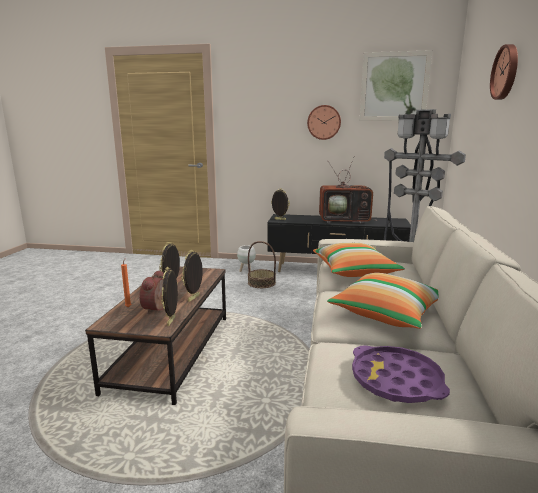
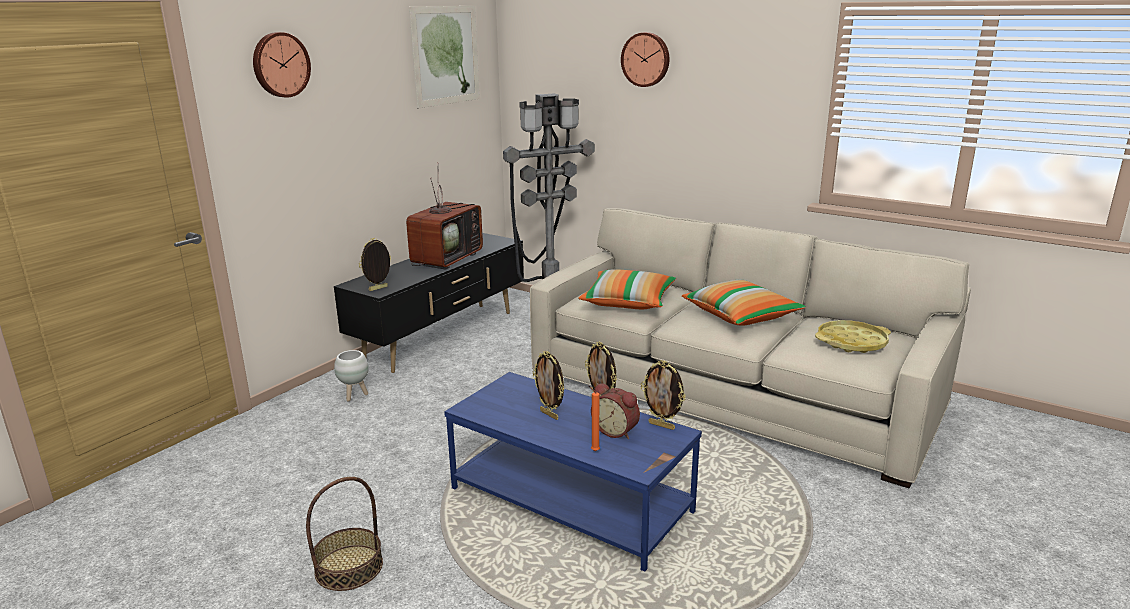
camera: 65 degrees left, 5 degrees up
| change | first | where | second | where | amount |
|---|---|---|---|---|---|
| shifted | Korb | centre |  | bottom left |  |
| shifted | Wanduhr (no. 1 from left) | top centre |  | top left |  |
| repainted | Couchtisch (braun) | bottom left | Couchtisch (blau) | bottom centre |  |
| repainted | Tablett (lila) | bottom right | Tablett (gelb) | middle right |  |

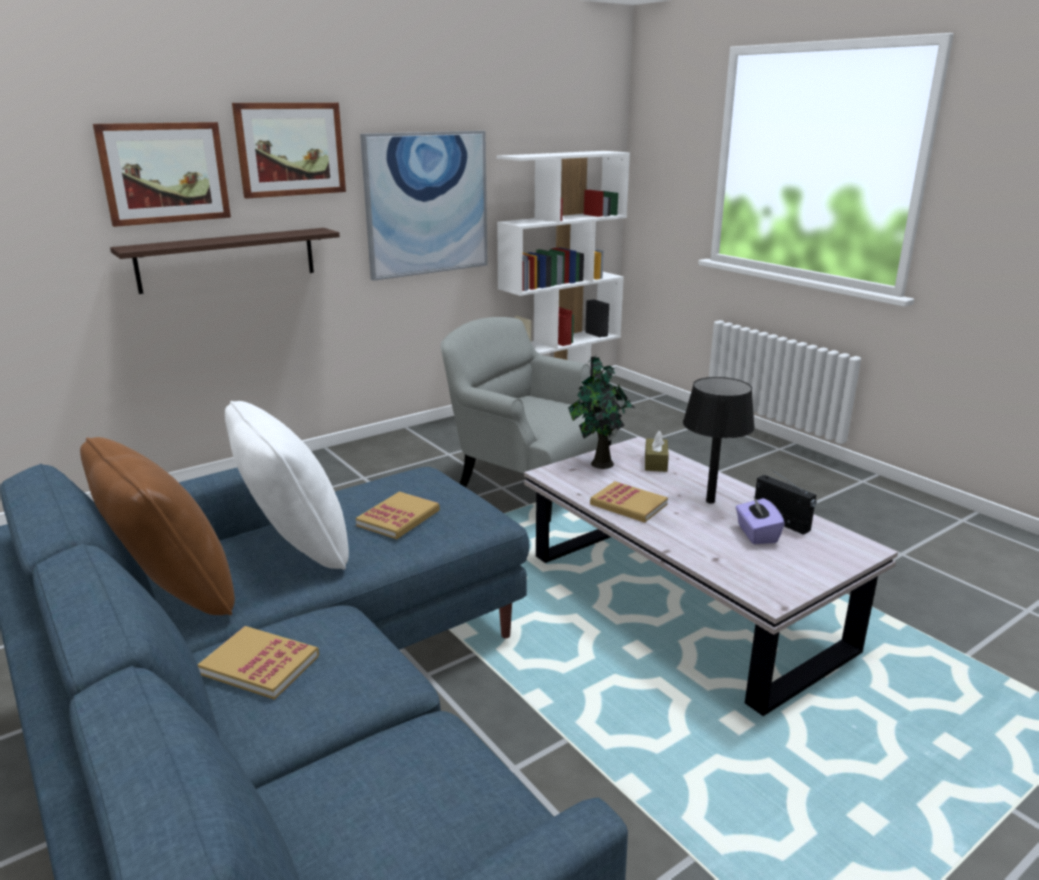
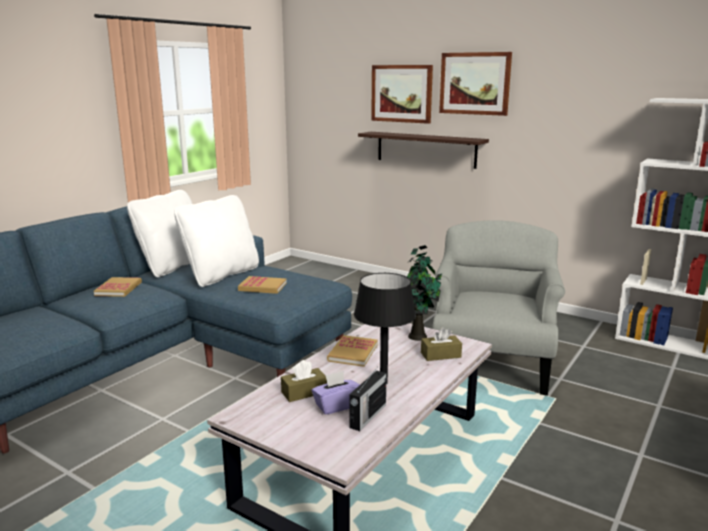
camera: 70 degrees right, 5 degrees down
| change | first | where | second | where | amount |
|---|---|---|---|---|---|
| gone | Bild (no. 3 from left) | top centre |  |  |  |
| new |  |  | Taschentuchbox (braun) (no. 1 from left) | bottom centre |  |
| repainted | Kissen (braun) | middle left | Kissen (weiß) (no. 1 from left) | middle left |  |

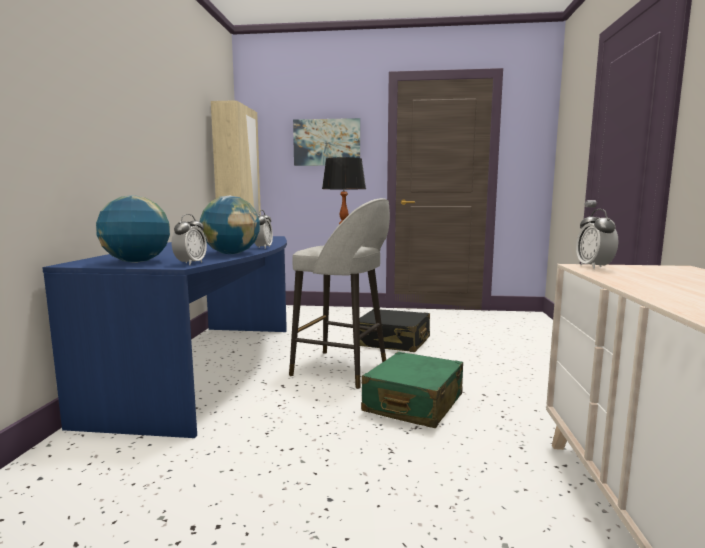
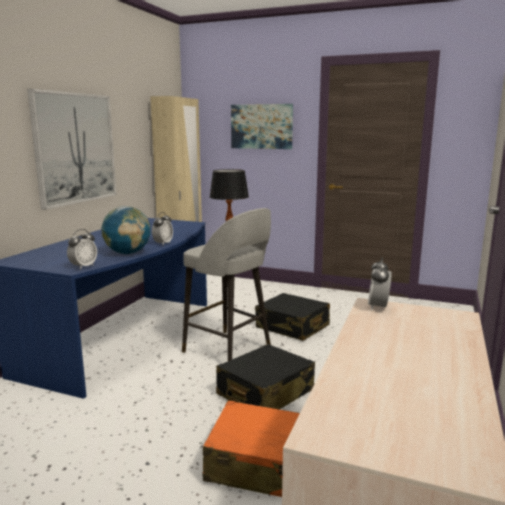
camera: 15 degrees right, 5 degrees up
| change | first | where | second | where | amount |
|---|---|---|---|---|---|
| gone | Globus (no. 1 from left) | middle left |  |  |  |
| new |  |  | Bild (no. 1 from left) | top left |  |
| new |  |  | Koffer (orange) | bottom centre |  |
| repainted | Koffer (grün) | bottom centre | Koffer (schwarz) (no. 1 from left) | bottom centre |  |

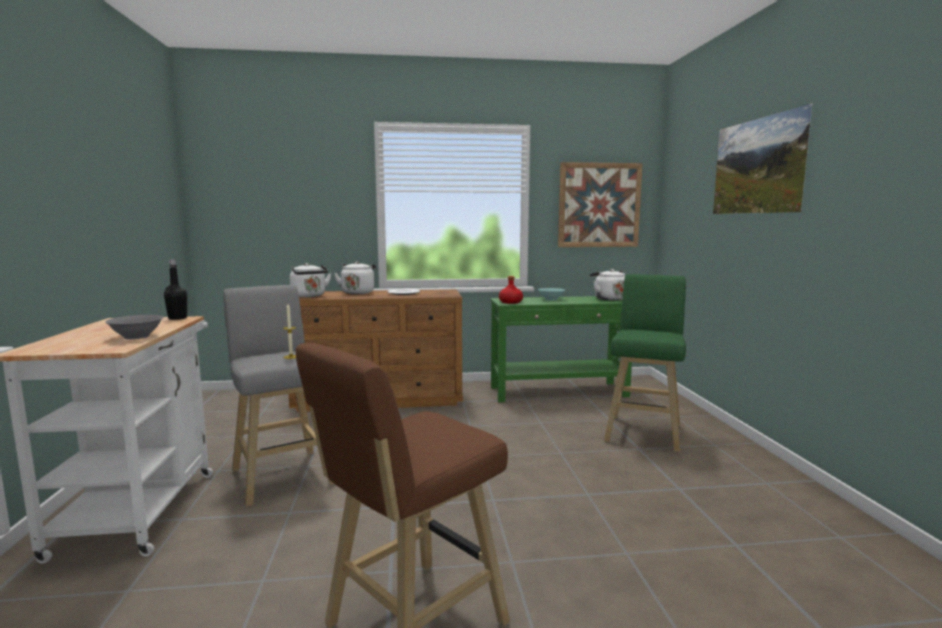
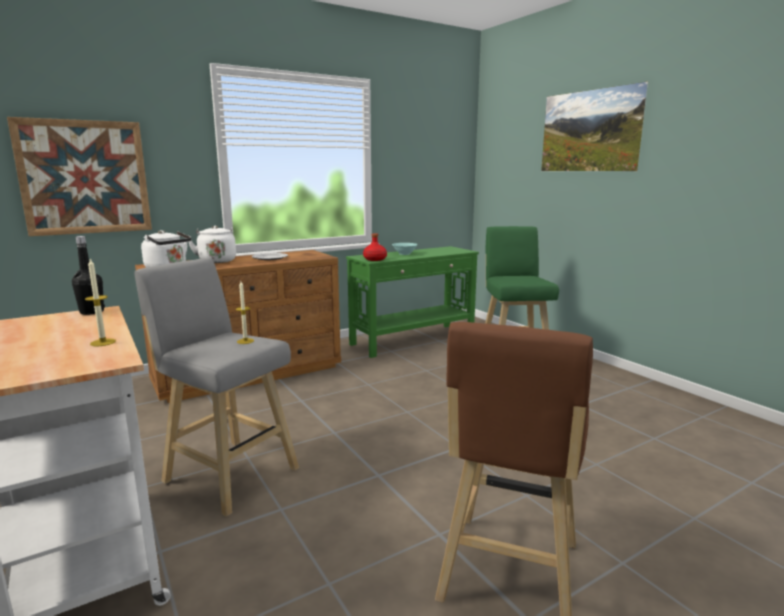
camera: 25 degrees left, 5 degrees up
| change | first | where | second | where | amount |
|---|---|---|---|---|---|
| gone | Wasserkessel (weiß) (no. 3 from left) | centre |  |  |  |
| shifted | Bild (no. 1 from left) | top centre |  | top left |  |
| swapped | Schüssel (grau) | middle left | Kerze (no. 1 from left) | middle left |  |

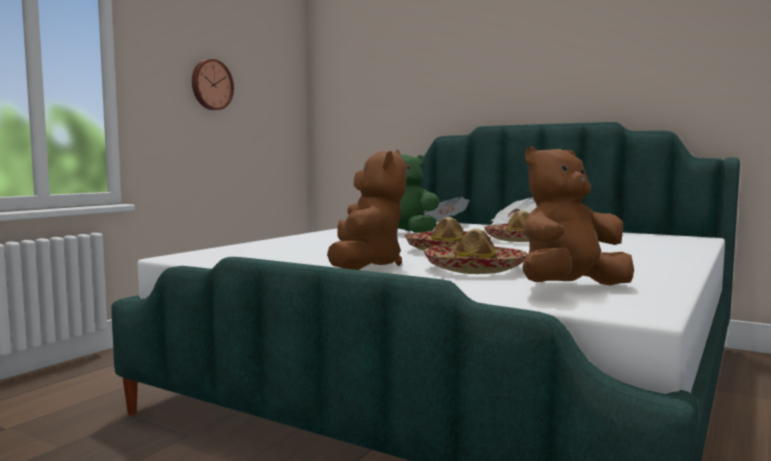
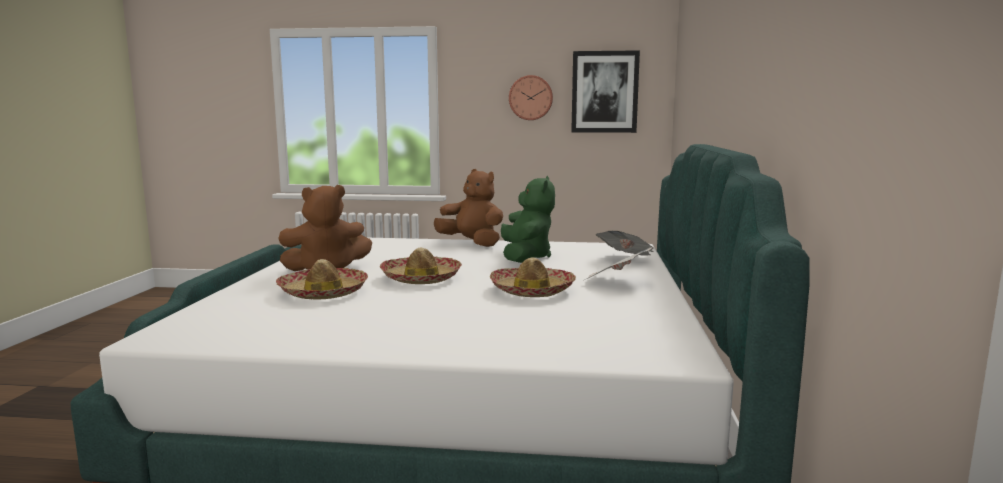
camera: 65 degrees right, 5 degrees up
| change | first | where | second | where | amount |
|---|---|---|---|---|---|
| new |  |  | Bild | top centre |  |
| shifted | Plüschtier (braun) (no. 2 from left) | middle right |  | centre |  |

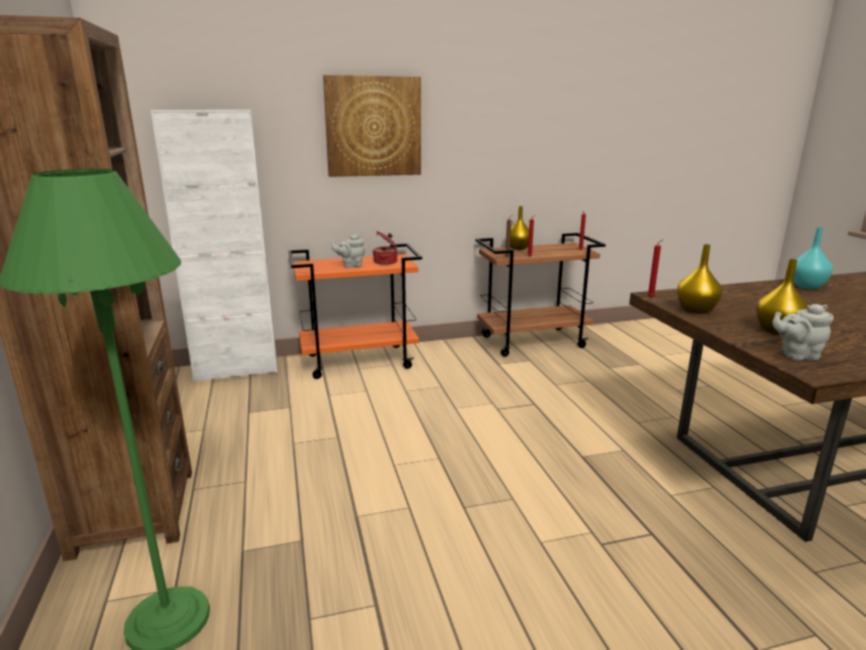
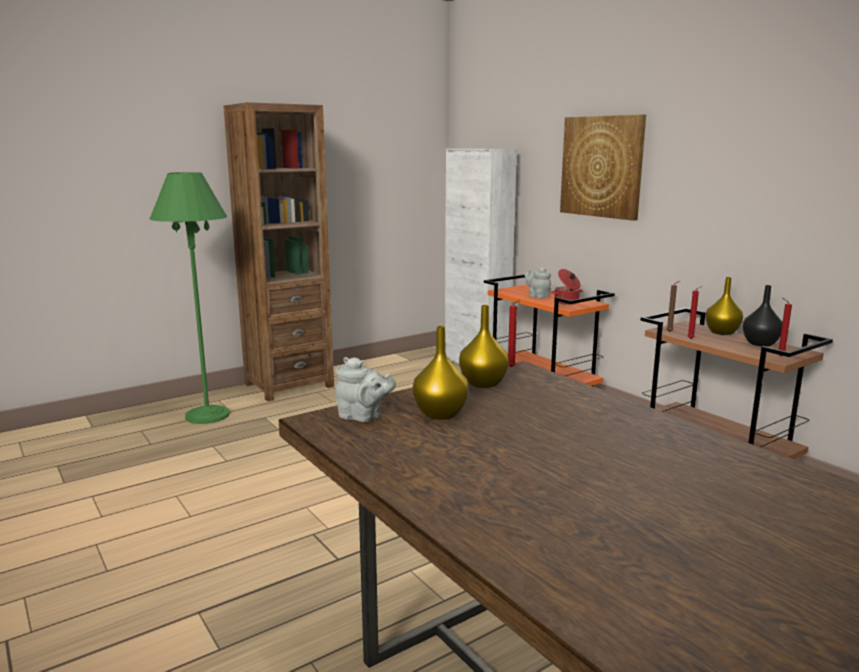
camera: 70 degrees right, 5 degrees down
| change | first | where | second | where | amount |
|---|---|---|---|---|---|
| gone | Vase (türkis) | middle right |  |  |  |
| new |  |  | Vase (schwarz) | middle right |  |
| rotated | Teekanne (grau) (no. 2 from left in the first image) | middle right | Teekanne (grau) (no. 1 from left) | centre | 135 degrees clockwise |

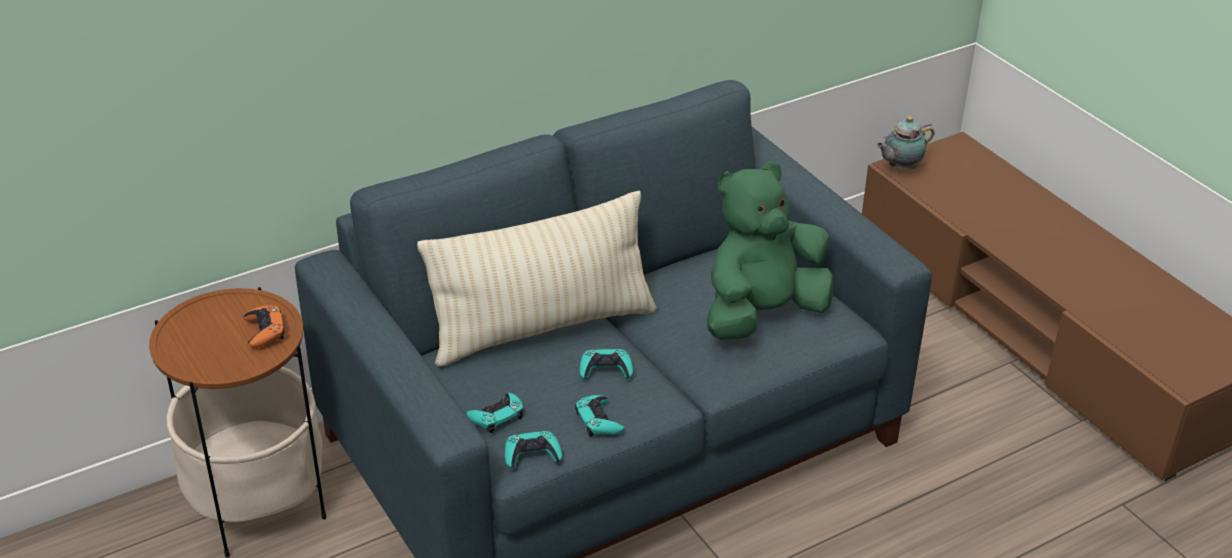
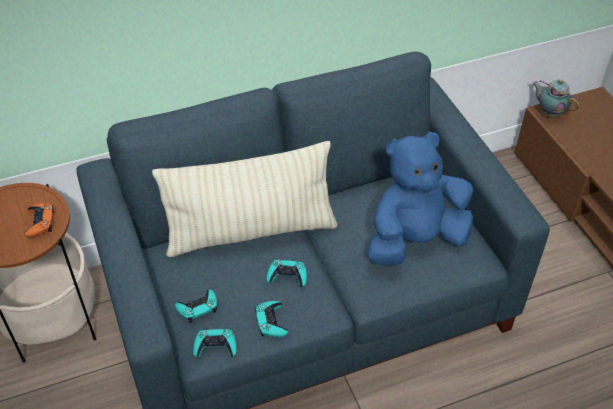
camera: 10 degrees right, 10 degrees up
| change | first | where | second | where | amount |
|---|---|---|---|---|---|
| repainted | Plüschtier (grün) | centre | Plüschtier (blau) | middle right |  |
| rotated | Teekanne | top right |  | top right | 60 degrees clockwise |

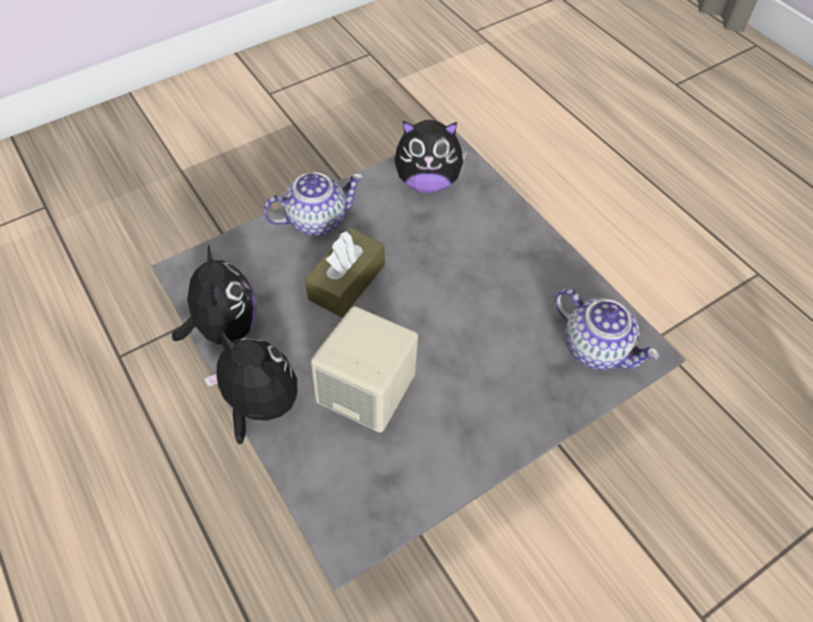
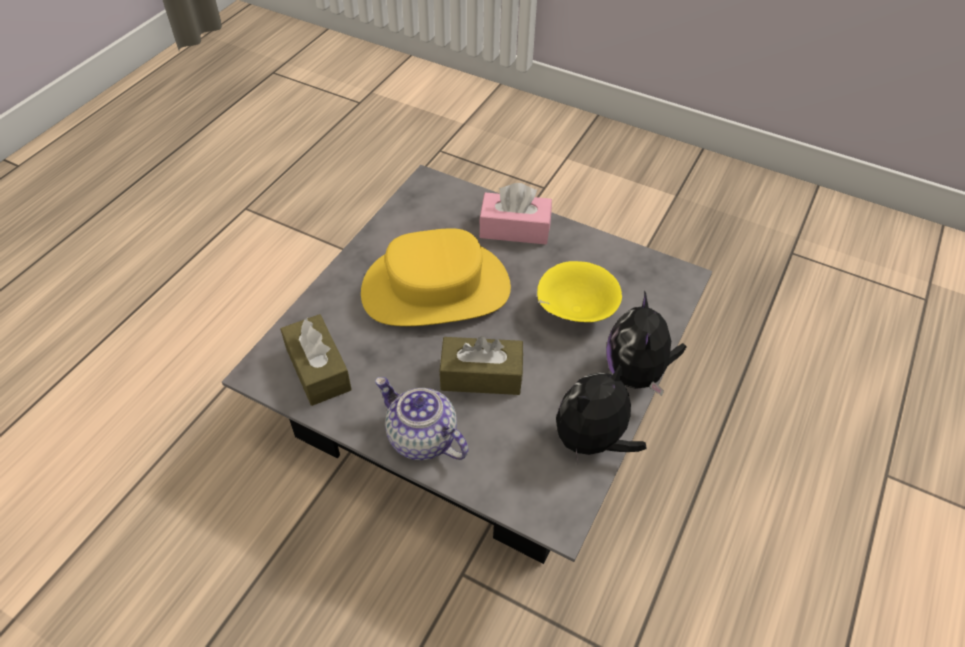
camera: 120 degrees left, 5 degrees down
| change | first | where | second | where | amount |
|---|---|---|---|---|---|
| gone | Teekanne (no. 2 from left) | middle right |  |  |  |
| new |  |  | Hut (gelb) | centre |  |
| new |  |  | Taschentuchbox (rosa) | top centre |  |
| swapped | Lautsprecher (beige) | centre | Schüssel (gelb) | centre |  |
| swapped | Plüschtier (no. 3 from left) | top centre | Taschentuchbox (braun) (no. 1 from left) | middle left |  |

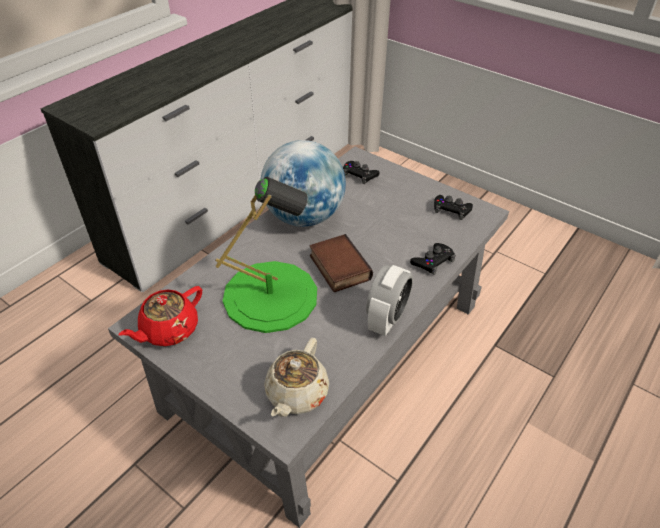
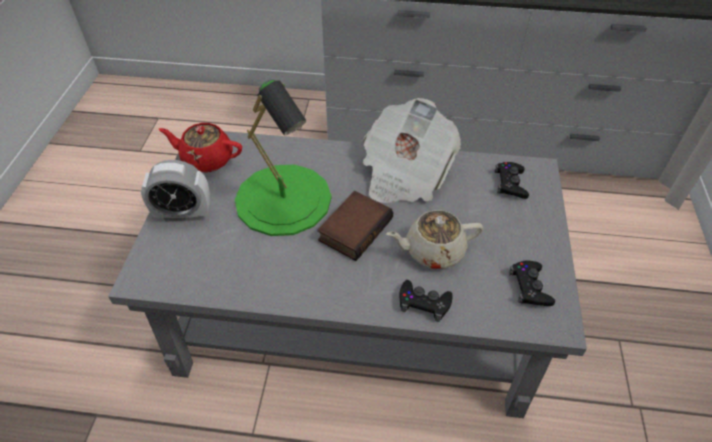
camera: 60 degrees right, 5 degrees up
| change | first | where | second | where | amount |
|---|---|---|---|---|---|
| shifted | Teekanne (beige) | bottom centre |  | centre |  |
| shifted | Wecker | centre |  | middle left |  |
| swapped | Globus | centre | Zeitung | centre |  |

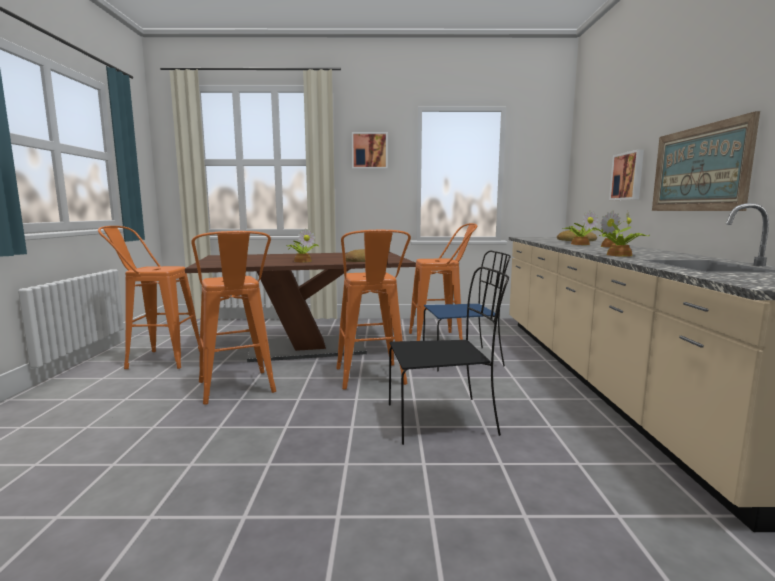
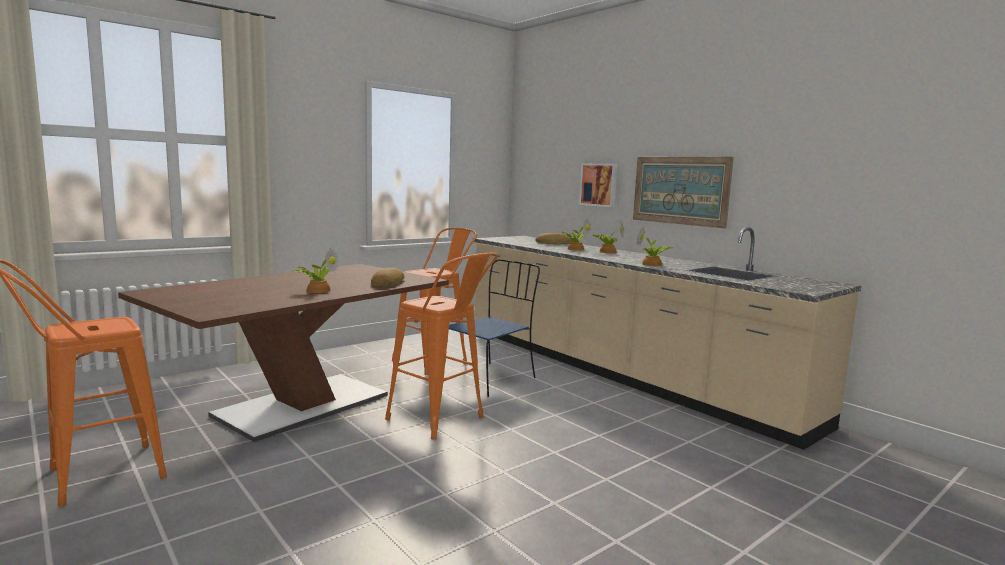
camera: 40 degrees left, 0 degrees up
| change | first | where | second | where | amount |
|---|---|---|---|---|---|
| gone | Hocker (orange) (no. 2 from left) | middle left |  |  |  |
| gone | Bild (no. 1 from left) | top centre |  |  |  |
| gone | Stuhl (schwarz) | centre |  |  |  |

